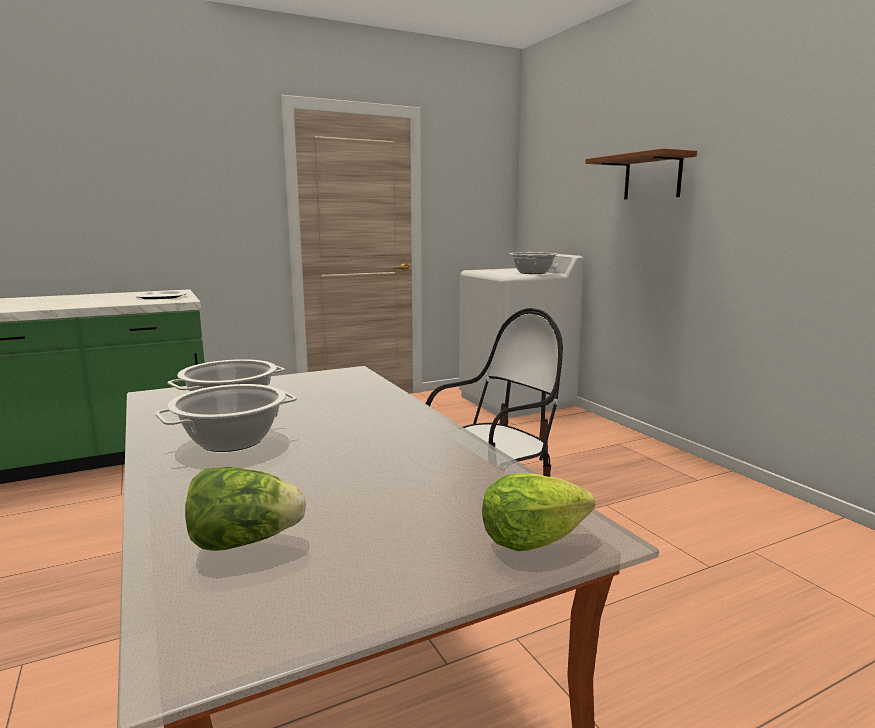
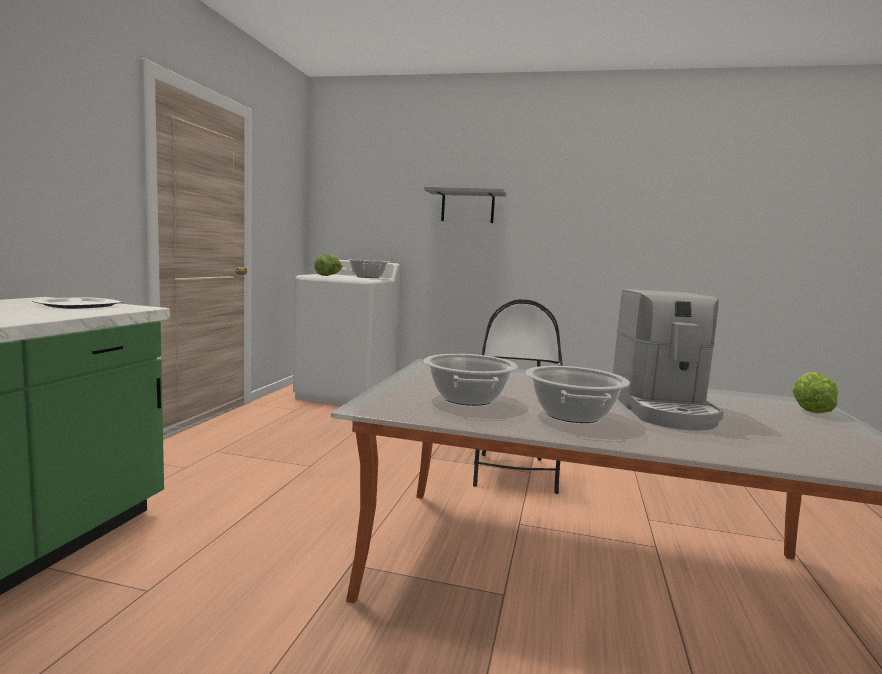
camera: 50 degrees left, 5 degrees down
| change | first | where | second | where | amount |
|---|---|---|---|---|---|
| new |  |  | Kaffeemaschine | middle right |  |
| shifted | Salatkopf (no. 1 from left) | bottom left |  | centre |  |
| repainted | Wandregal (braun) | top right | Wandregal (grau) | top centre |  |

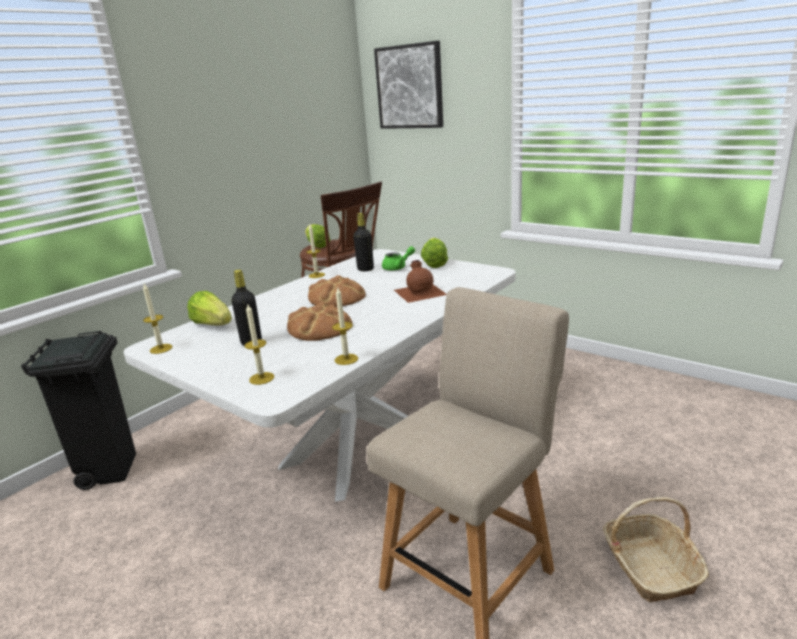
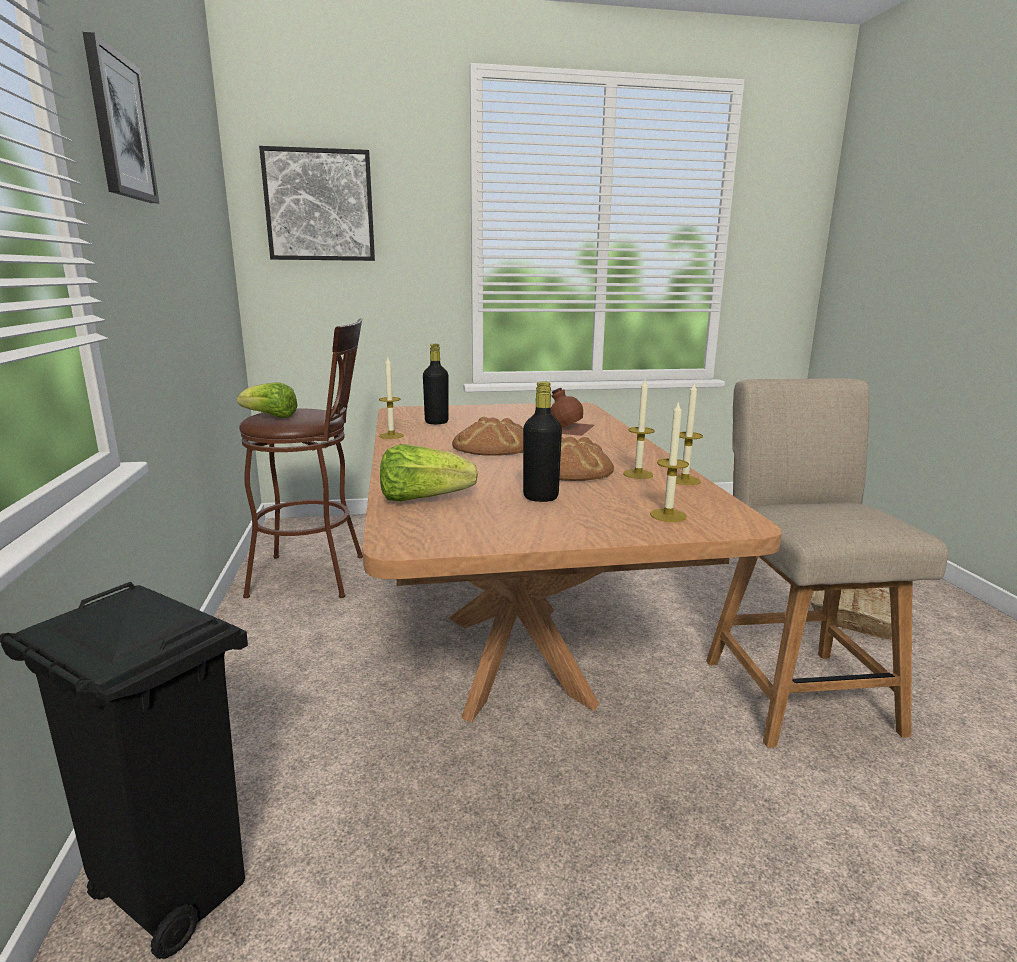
camera: 50 degrees left, 5 degrees down
| change | first | where | second | where | amount |
|---|---|---|---|---|---|
| gone | Teekanne (grün) | centre |  |  |  |
| gone | Salatkopf (no. 3 from left) | centre |  |  |  |
| new |  |  | Bild (no. 1 from left) | top left |  |
| shifted | Kerze (no. 1 from left in the first image) | middle left | Kerze (no. 2 from left) | centre |  |
| repainted | Esstisch (weiß) | centre | Esstisch (braun) | centre |  |

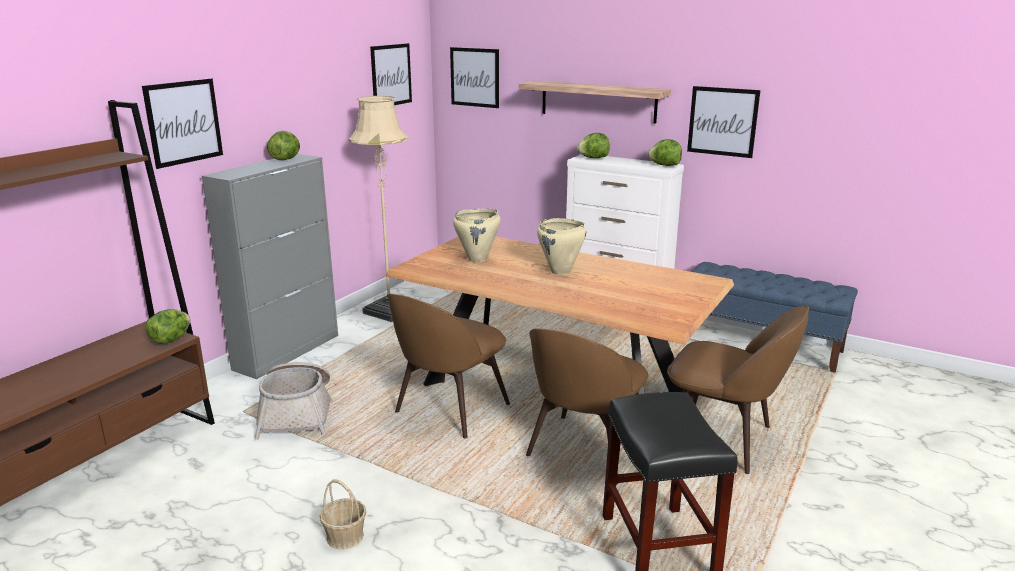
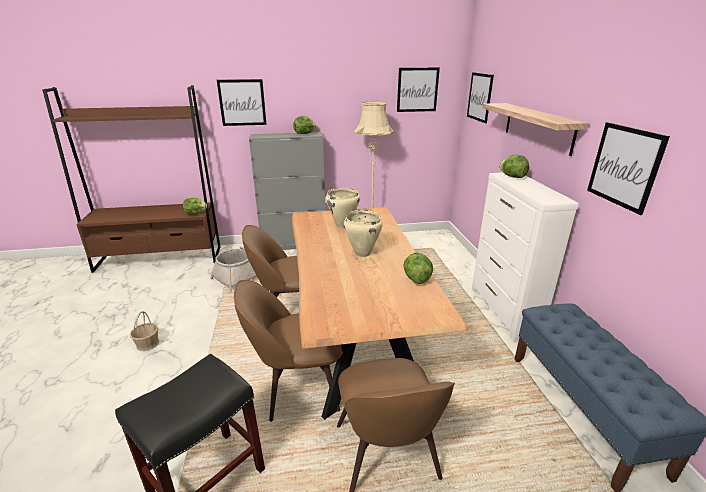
camera: 50 degrees right, 5 degrees up
| change | first | where | second | where | amount |
|---|---|---|---|---|---|
| shifted | Salatkopf (no. 4 from left in the first image) | top centre | Salatkopf (no. 3 from left) | centre |  |

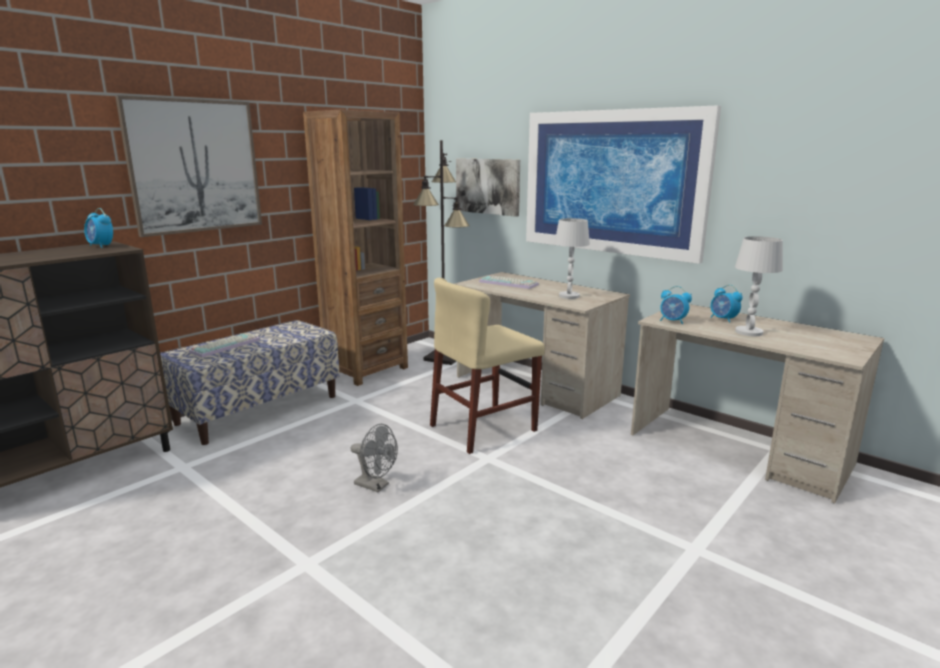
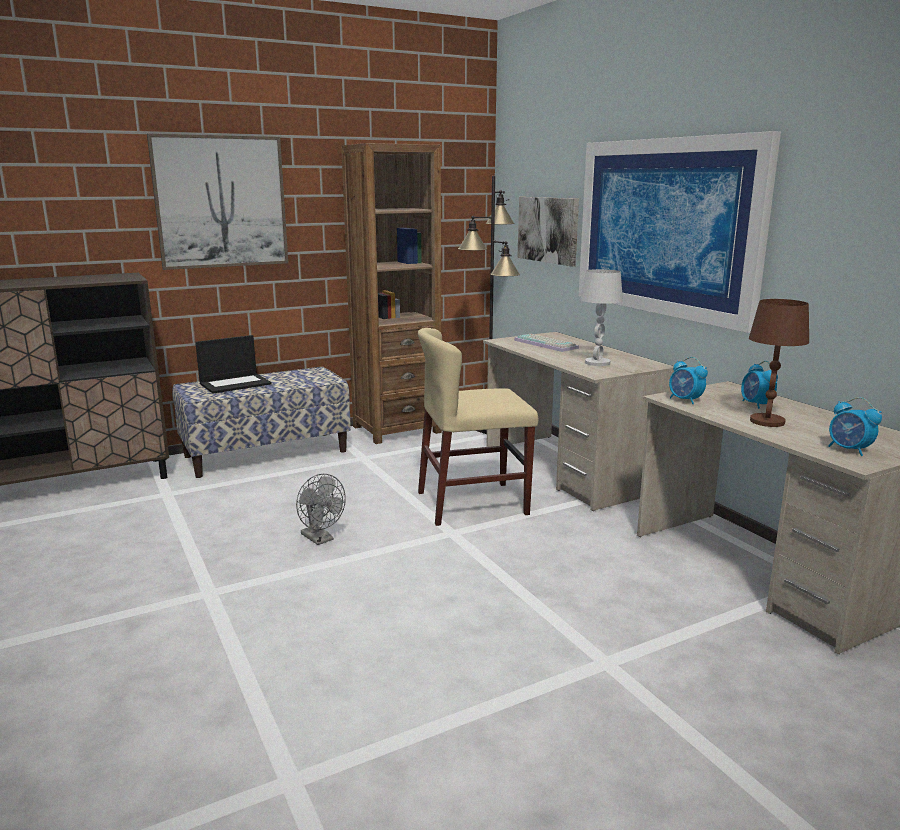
camera: 20 degrees right, 0 degrees up
| change | first | where | second | where | amount |
|---|---|---|---|---|---|
| shifted | Wecker (no. 1 from left in the first image) | middle left | Wecker (no. 3 from left) | middle right |  |
| swapped | Tastatur (no. 1 from left) | middle left | Laptop | middle left |  |
| repainted | Tischlampe (weiß) (no. 2 from left) | middle right | Tischlampe (braun) | middle right |  |

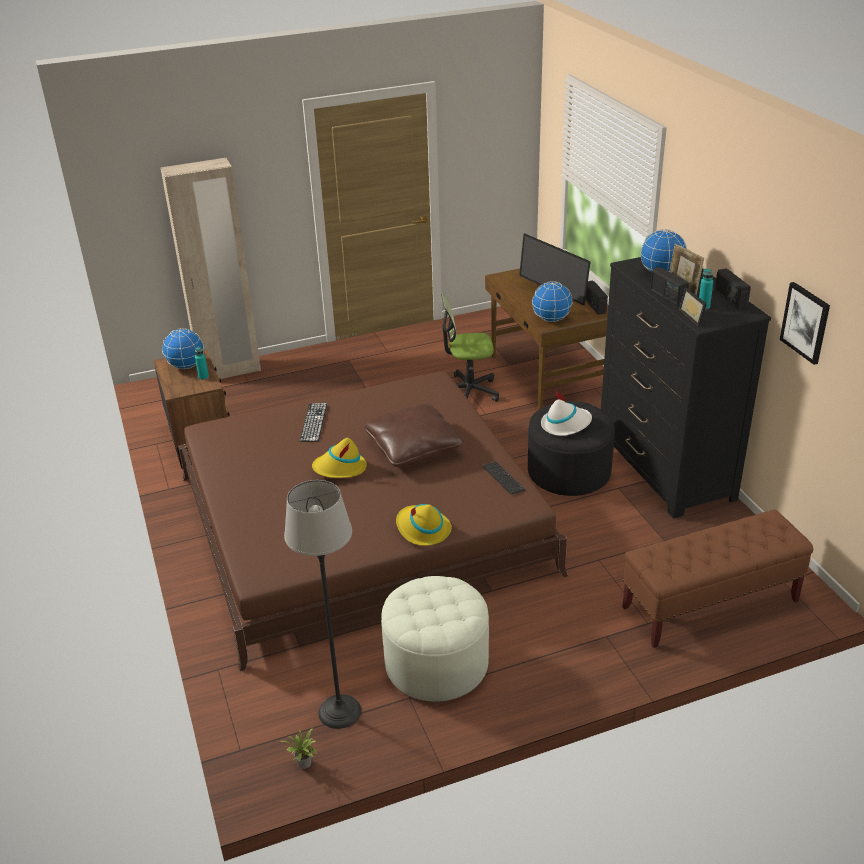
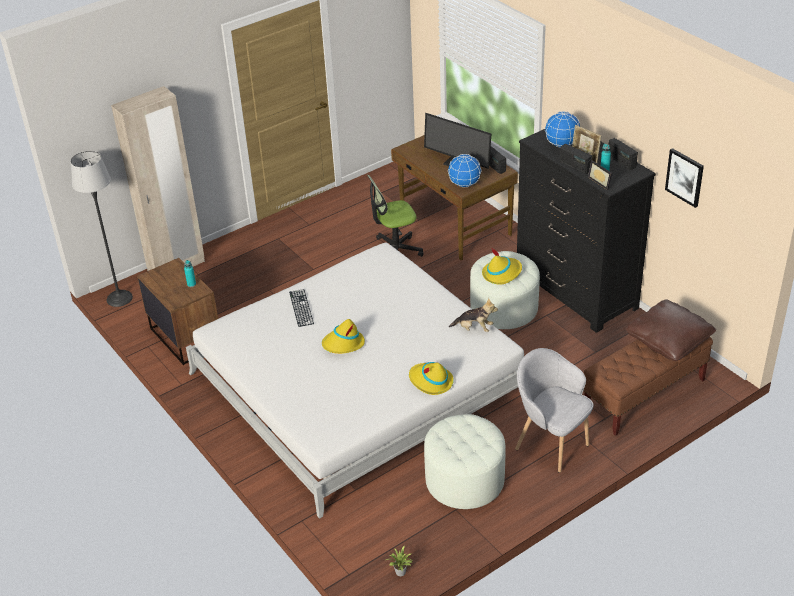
camera: 15 degrees left, 5 degrees up
| change | first | where | second | where | amount |
|---|---|---|---|---|---|
| gone | Globus (no. 1 from left) | middle left |  |  |  |
| new |  |  | Sessel (grau) | bottom right |  |
| shifted | Stehlampe | bottom centre |  | middle left |  |
| shifted | Kissen (braun) | centre |  | middle right |  |
| swapped | Tastatur (no. 2 from left) | centre | Plüschtier | centre |  |
| repainted | Bett (braun) | centre | Bett (weiß) | centre |  |
| repainted | Polsterhocker (schwarz) | centre | Polsterhocker (weiß) (no. 2 from left) | centre |  |
| repainted | Hut (weiß) | centre | Hut (gelb) (no. 3 from left) | centre |  |

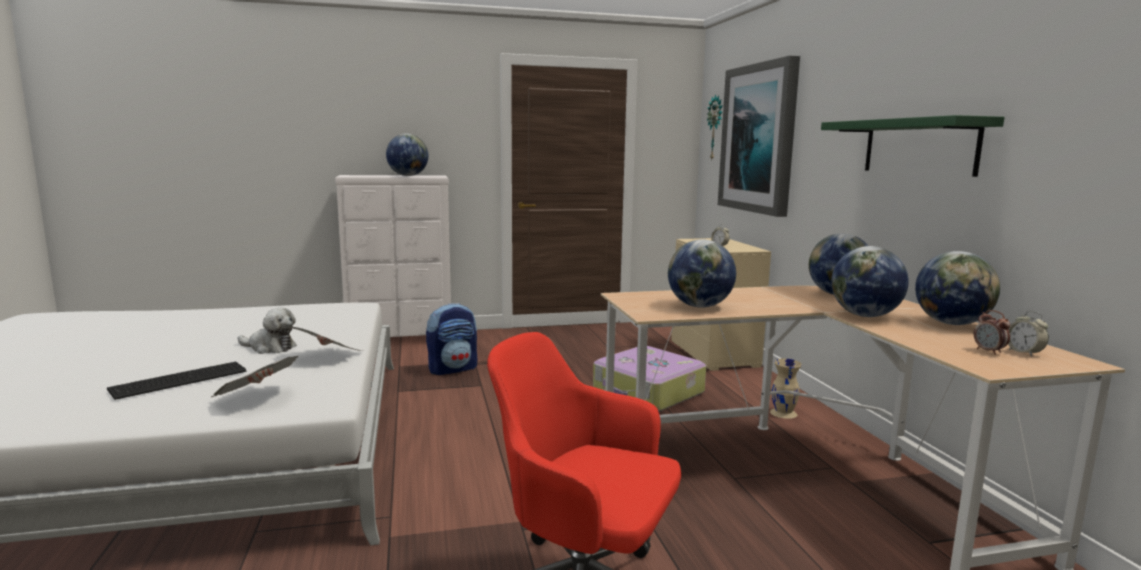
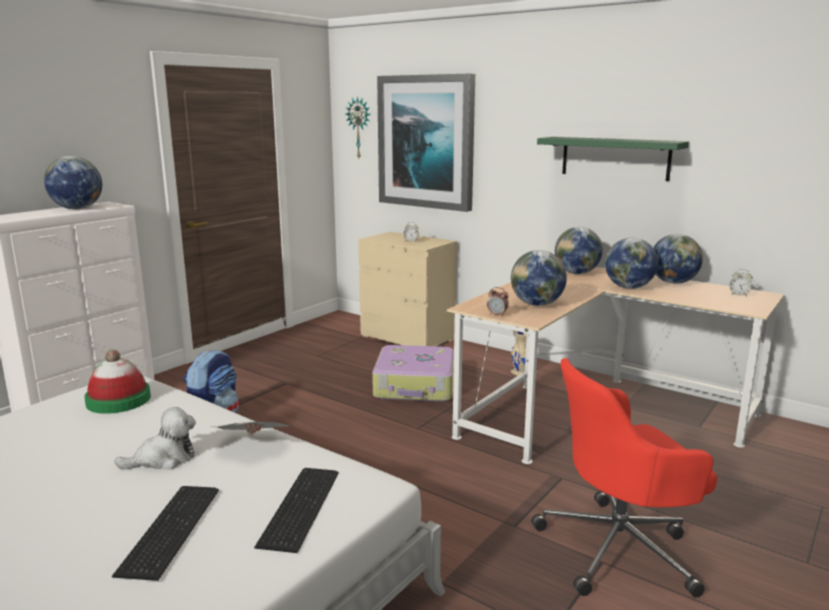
camera: 40 degrees left, 5 degrees up
| change | first | where | second | where | amount |
|---|---|---|---|---|---|
| new |  |  | Hut | middle left |  |
| shifted | Wecker (no. 2 from left) | middle right |  | centre |  |
| swapped | Zeitung (no. 1 from left) | middle left | Tastatur (no. 2 from left) | bottom centre |  |

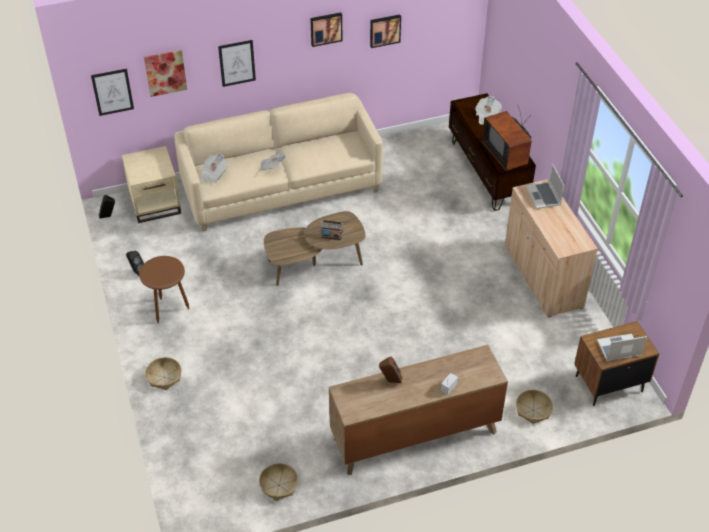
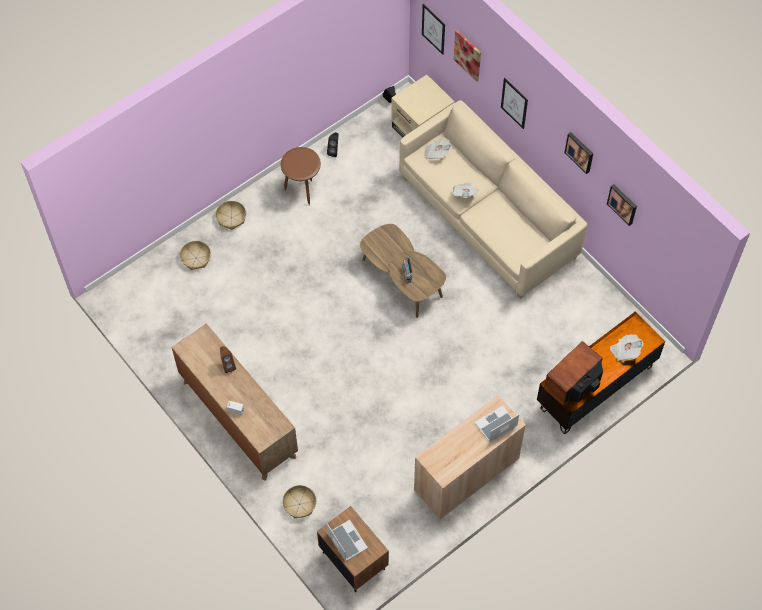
camera: 70 degrees right, 15 degrees up
| change | first | where | second | where | amount |
|---|---|---|---|---|---|
| shifted | Korb (no. 2 from left in the first image) | bottom centre | Korb (no. 1 from left) | middle left |  |

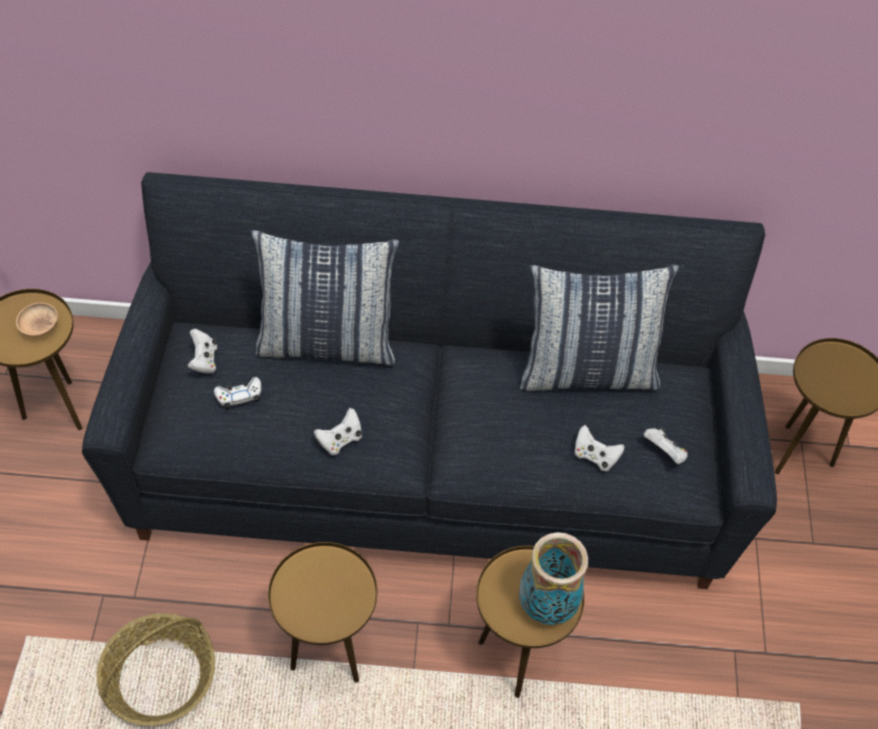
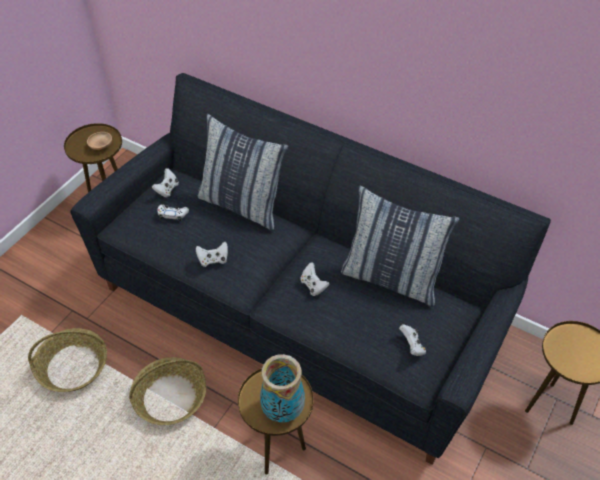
camera: 30 degrees right, 5 degrees down
| change | first | where | second | where | amount |
|---|---|---|---|---|---|
| shifted | Gamepad (weiß) (no. 4 from left) | middle right |  | centre |  |
| swapped | Beistelltisch (braun) (no. 2 from left) | bottom centre | Korb (no. 2 from left) | bottom left |  |

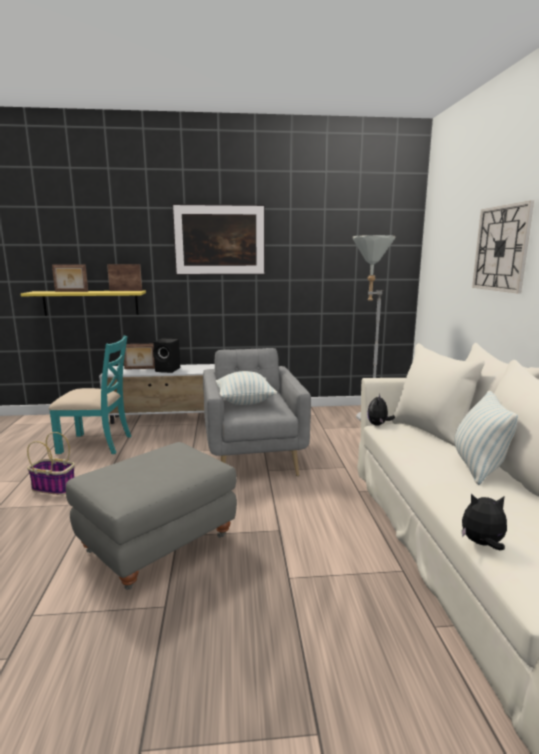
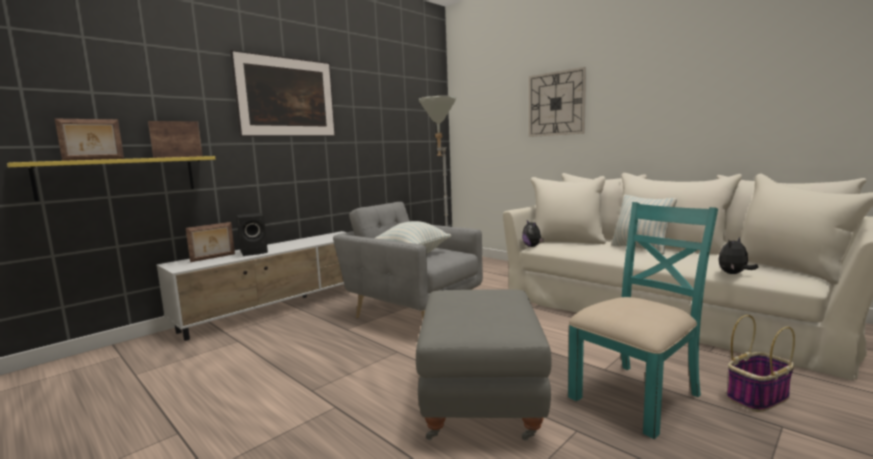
camera: 40 degrees left, 5 degrees down
| change | first | where | second | where | amount |
|---|---|---|---|---|---|
| shifted | Korb | middle left |  | bottom right |  |
| shifted | Stuhl (türkis) | middle left |  | bottom right |  |

